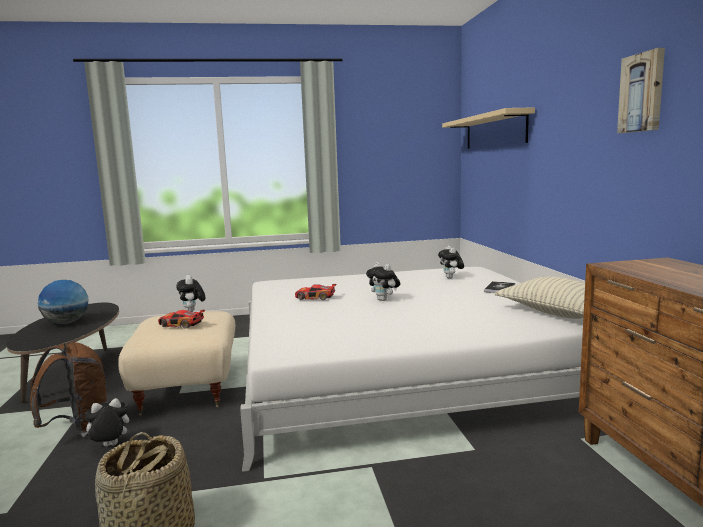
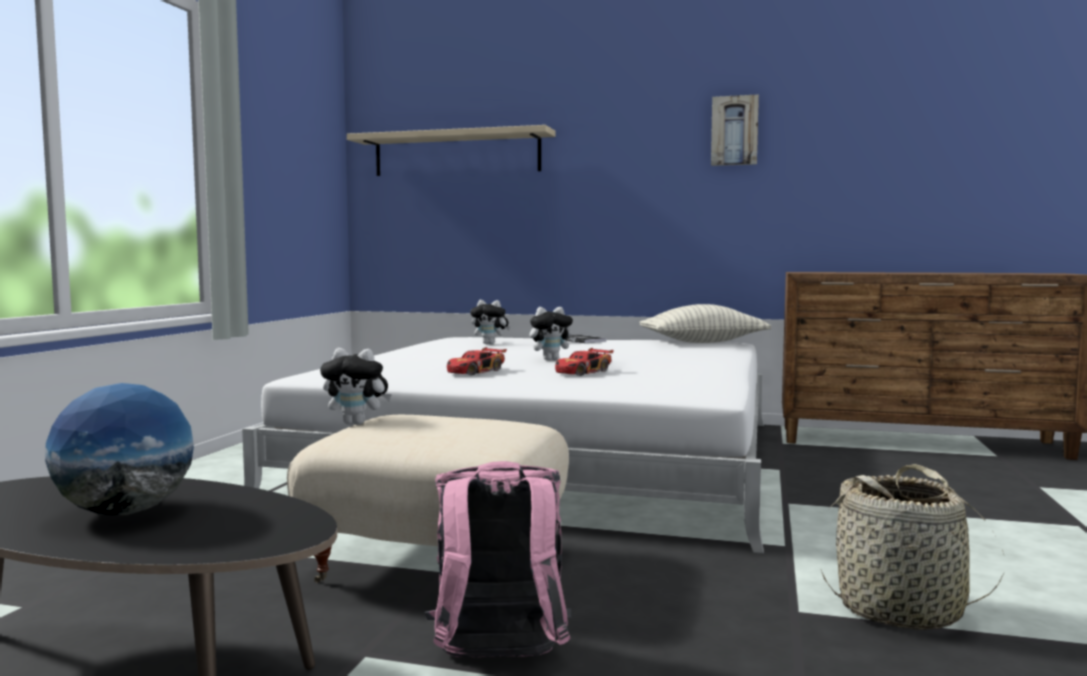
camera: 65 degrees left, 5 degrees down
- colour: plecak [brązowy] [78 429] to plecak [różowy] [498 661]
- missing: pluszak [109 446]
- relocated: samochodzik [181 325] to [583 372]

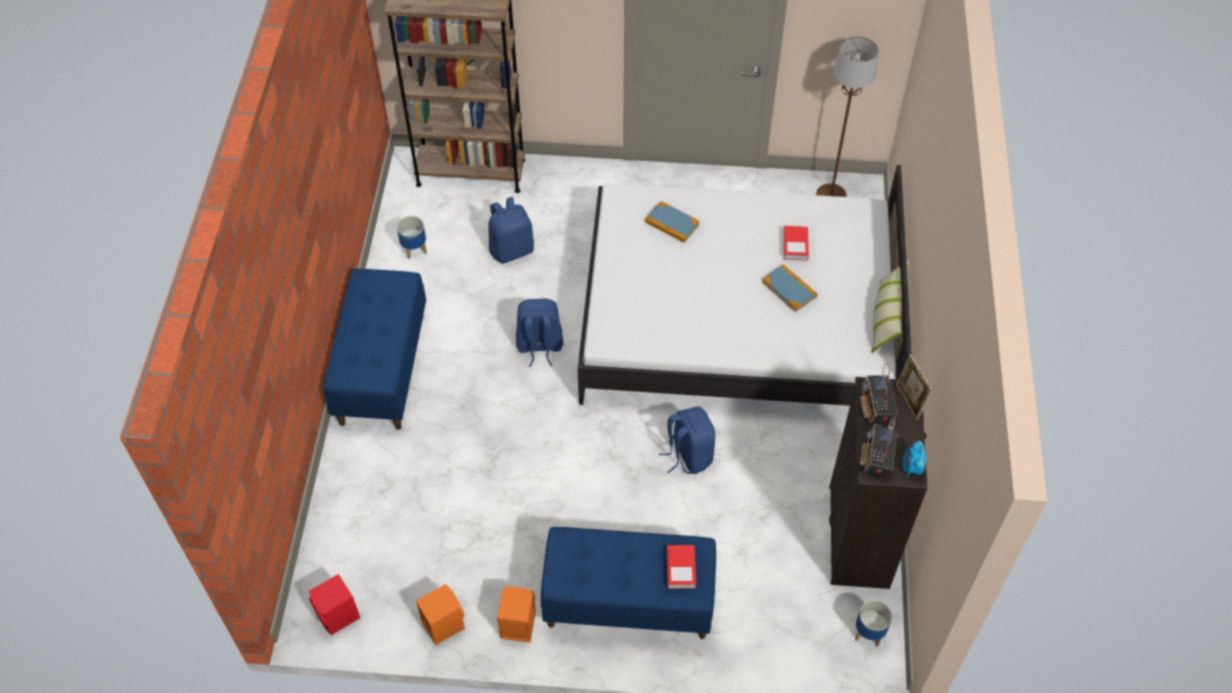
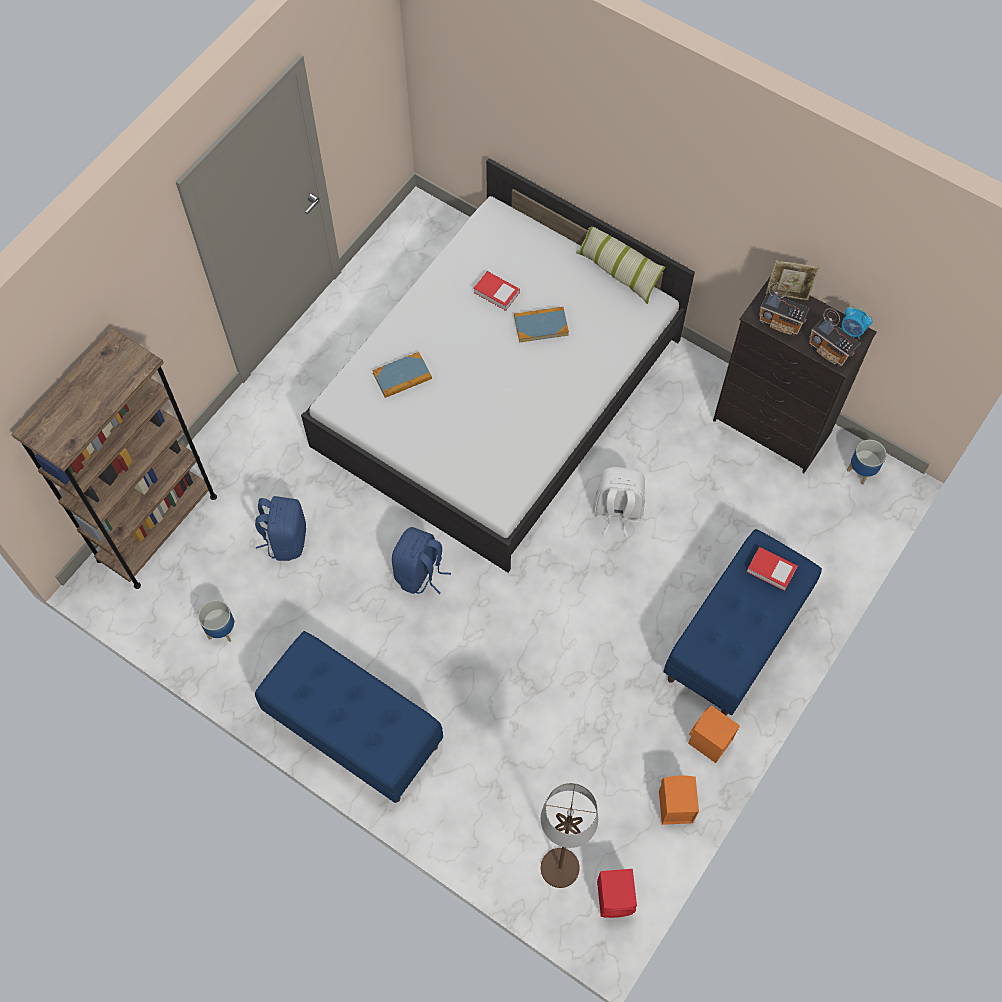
camera: 60 degrees left, 10 degrees up
- colour: plecak [niebieski] [688 455] to plecak [biały] [617 511]
- relocated: lampa stojąca [brązowy] [831 196] to [560 868]

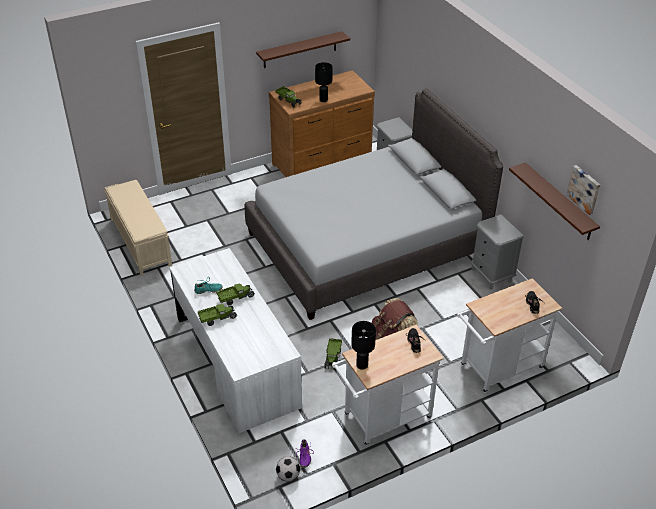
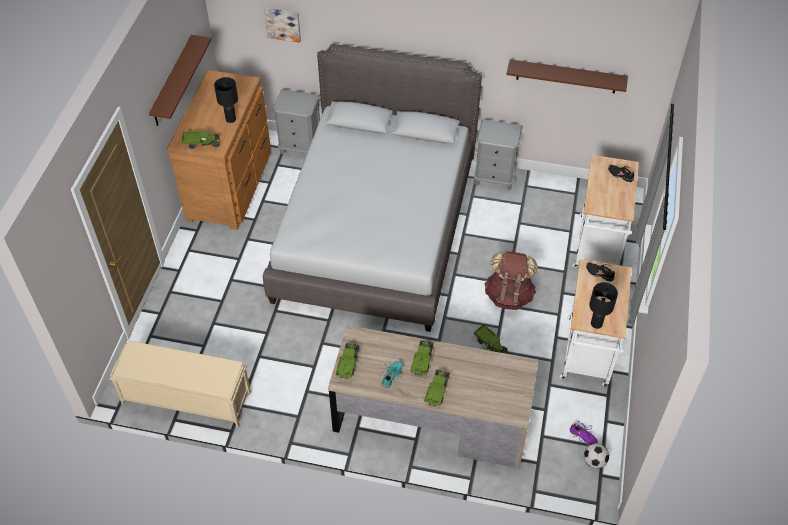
camera: 50 degrees left, 10 degrees up
- colour: biurko [biały] [236 361] to biurko [brązowy] [431 418]
- relocated: obraz [584 189] to [283 24]
- appeared: ciężarówka zabawkowa [348 364]

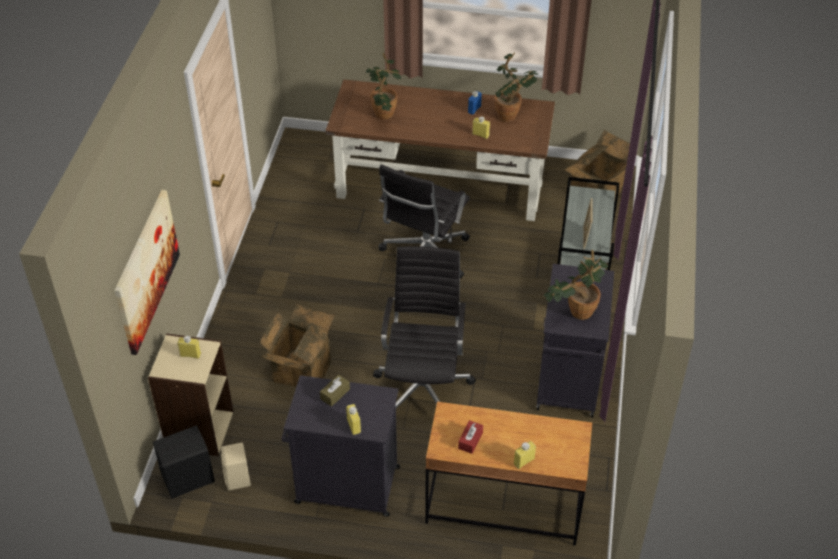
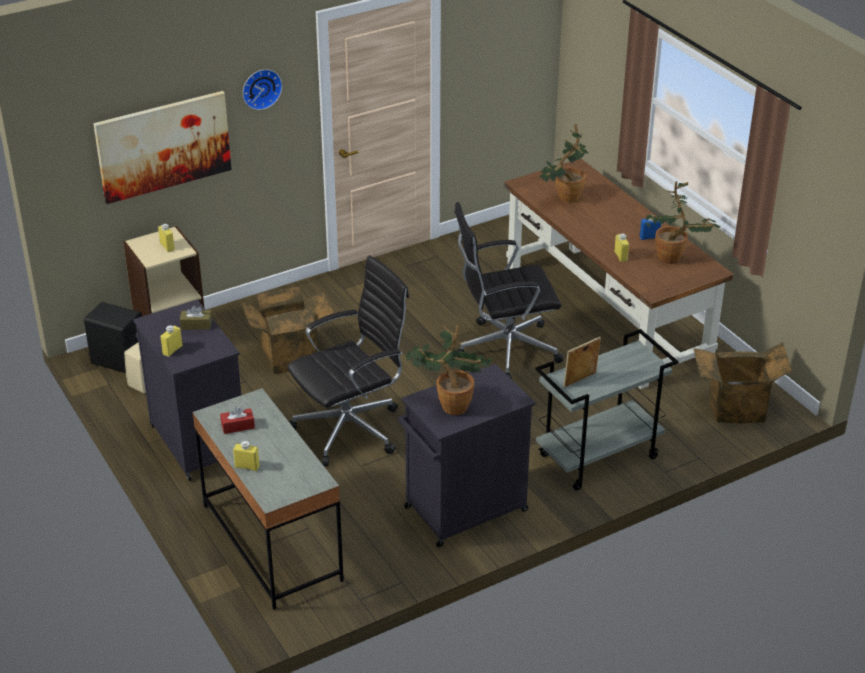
camera: 50 degrees right, 10 degrees down
- colour: biurko [brązowy] [503 506] to biurko [szary] [271 542]
- appeared: zegar ścienny [260 88]

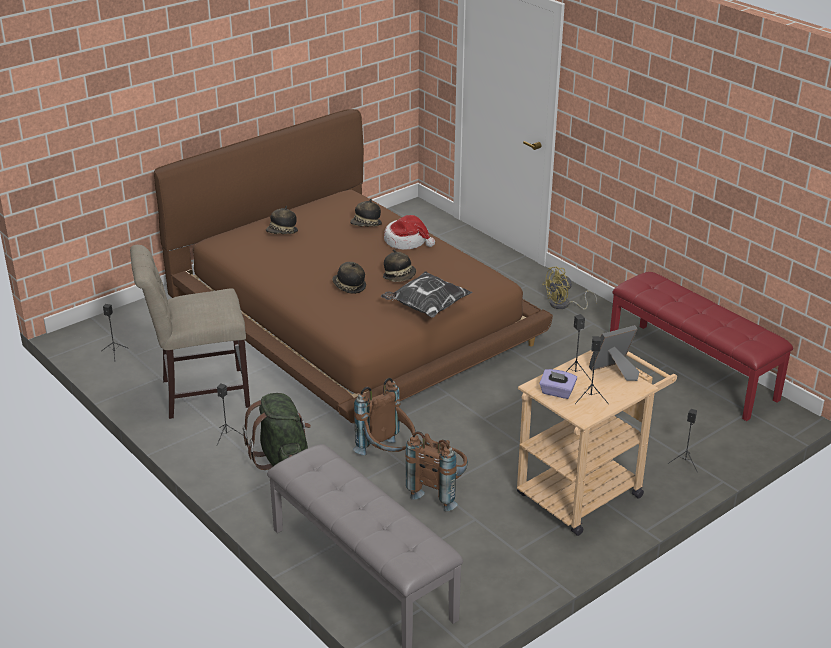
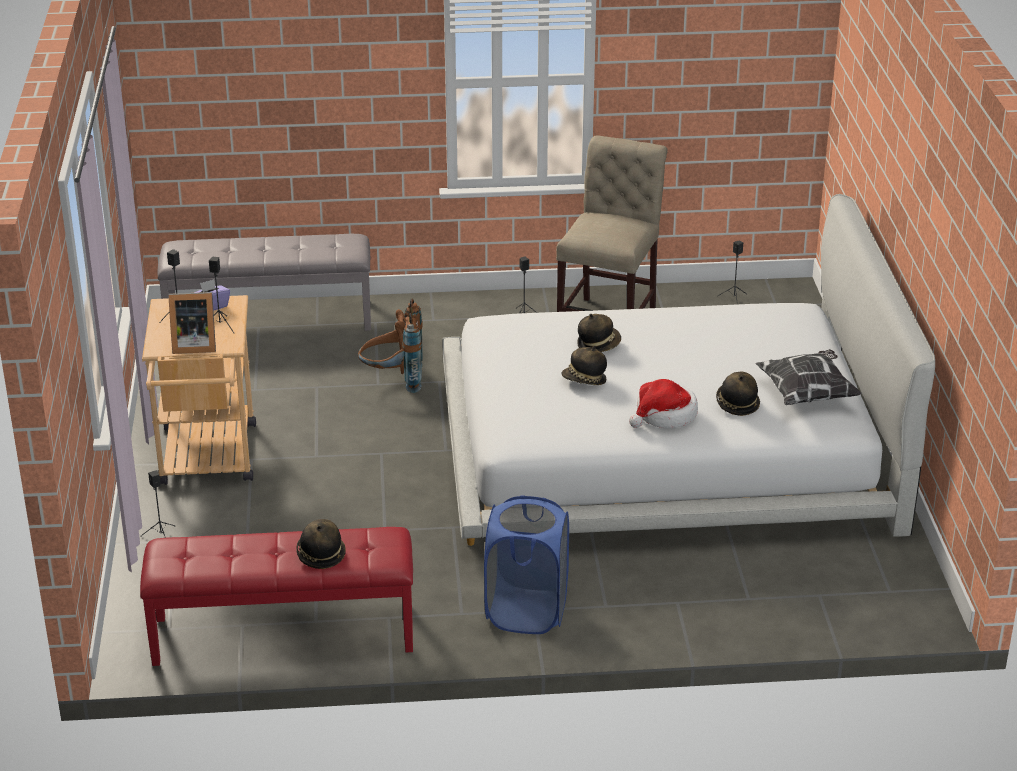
camera: 125 degrees right, 0 degrees up
- colour: łóżko [brązowy] [351 316] to łóżko [biały] [666 448]
- missing: plecak [zielony] [282 459]
- relocated: kapelusz [282 233] to [320 554]
- relocated: poduszka [426 307] to [807 394]
- missing: plecak [brązowy] [439 491]
- exchanged: wentylator [żółty] [564 305] to kosz na pranie [niebieski] [526 612]
- spun: ramka na zdjęcie [614 371] = [193 345] 75 degrees clockwise

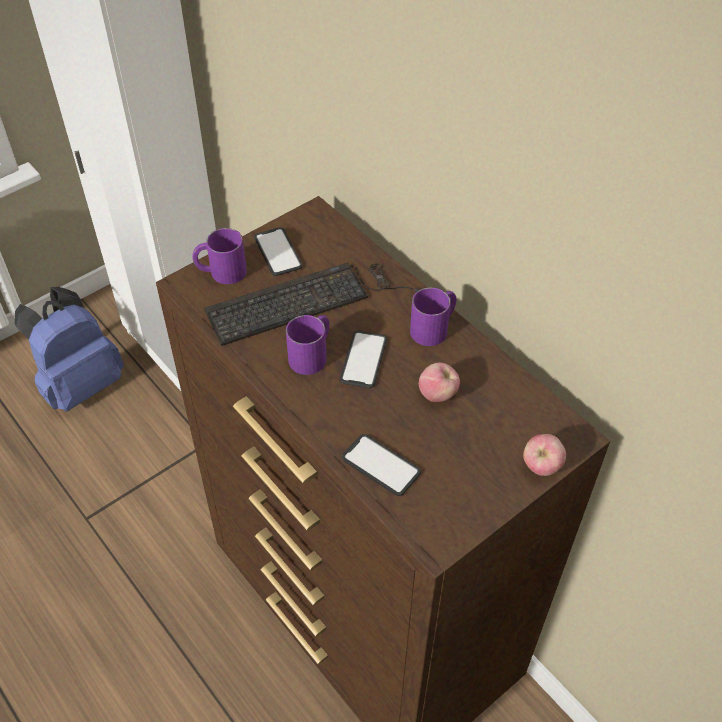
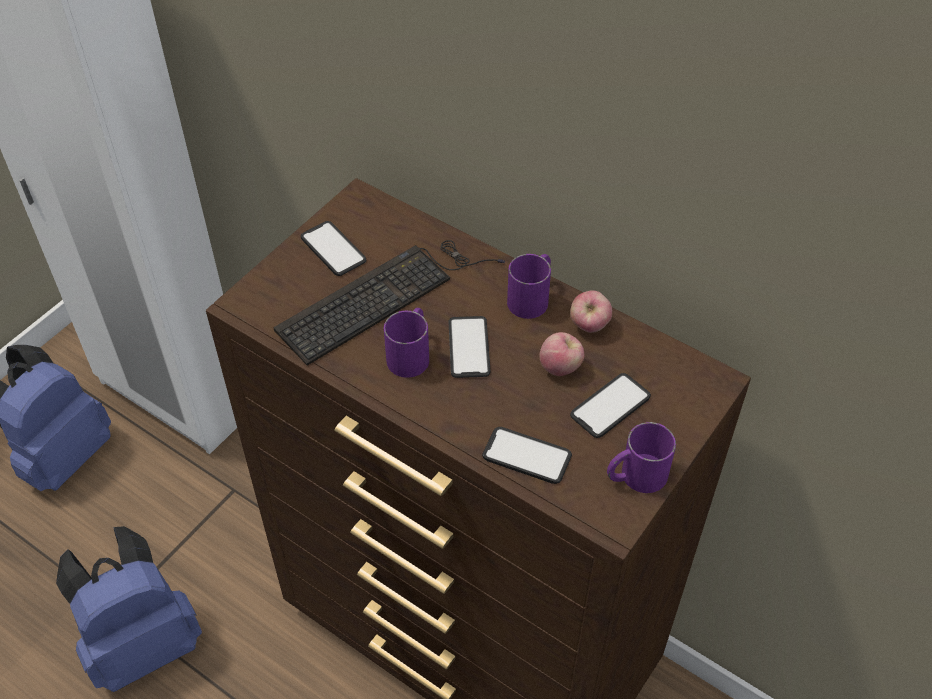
camera: 15 degrees left, 0 degrees up
- relocated: kubek [fioletowy] [221 272] to [635 476]
- relocated: jabłko [541 466] to [589 325]
- appeared: plecak [niebieski] [143 643]
- appeared: telefon [610 406]

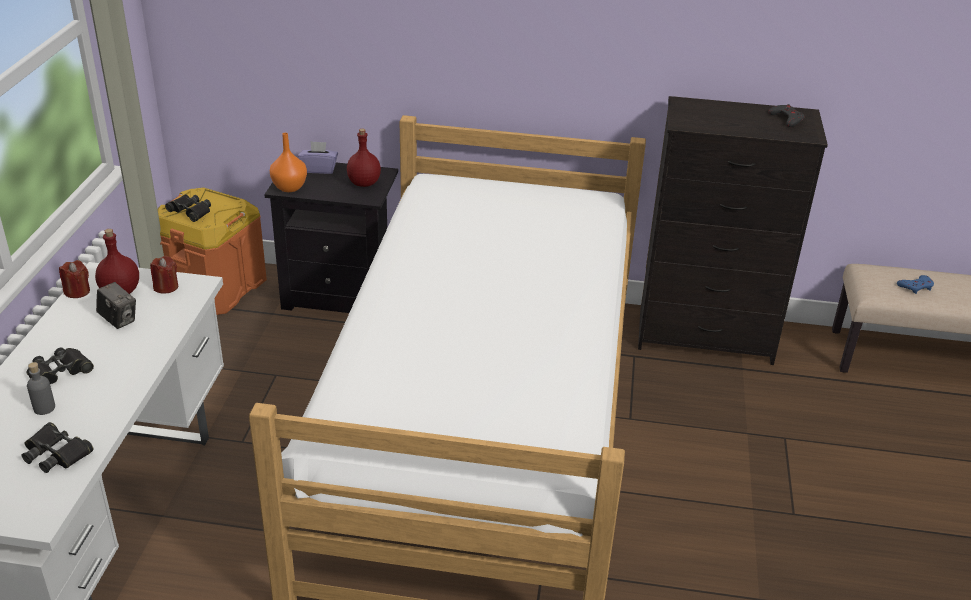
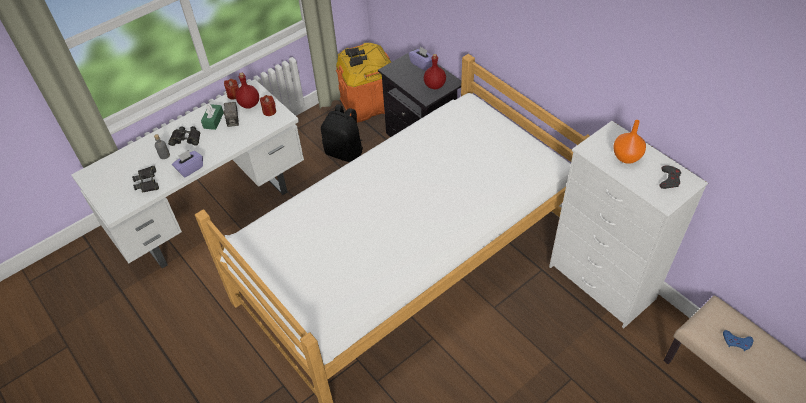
camera: 45 degrees right, 15 degrees up
- relocated: wazon [pomarańczowy] [290 187] to [627 157]
- colour: komoda [czarny] [706 337] to komoda [biały] [601 283]
- appeared: pudełko chusteczek [fioletowy] [190 168]
- appeared: pudełko chusteczek [zielony] [213 120]
- appeared: plecak [czarny] [345 152]

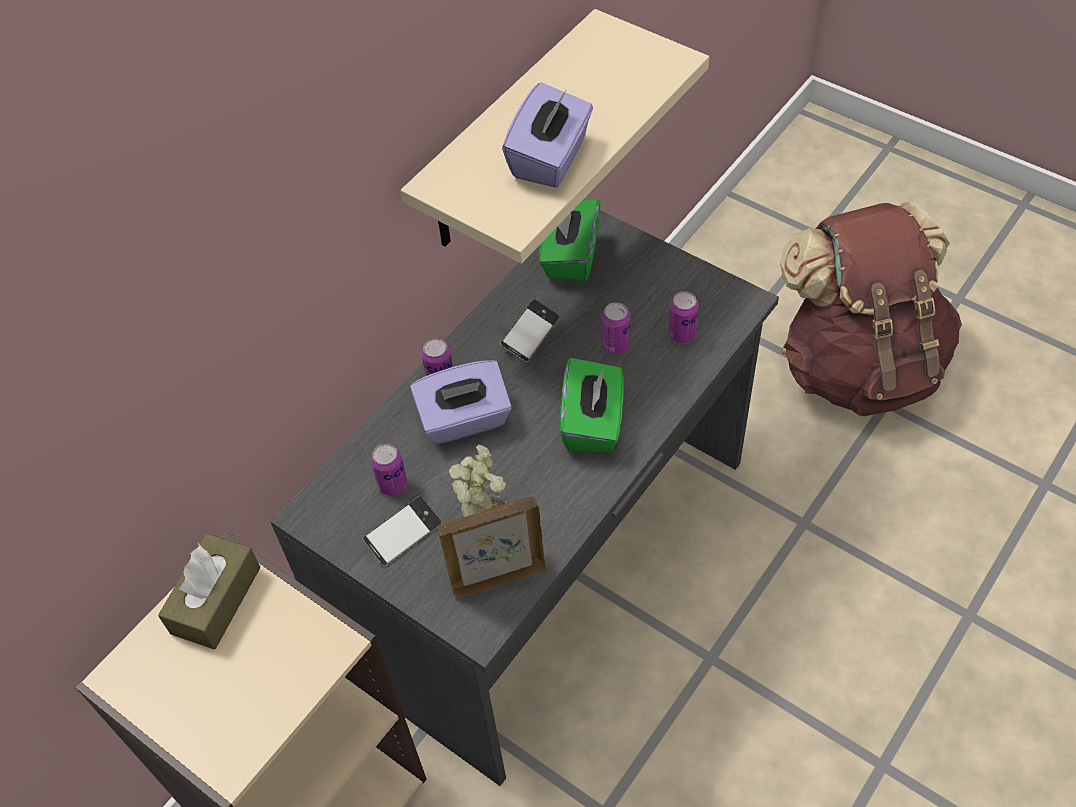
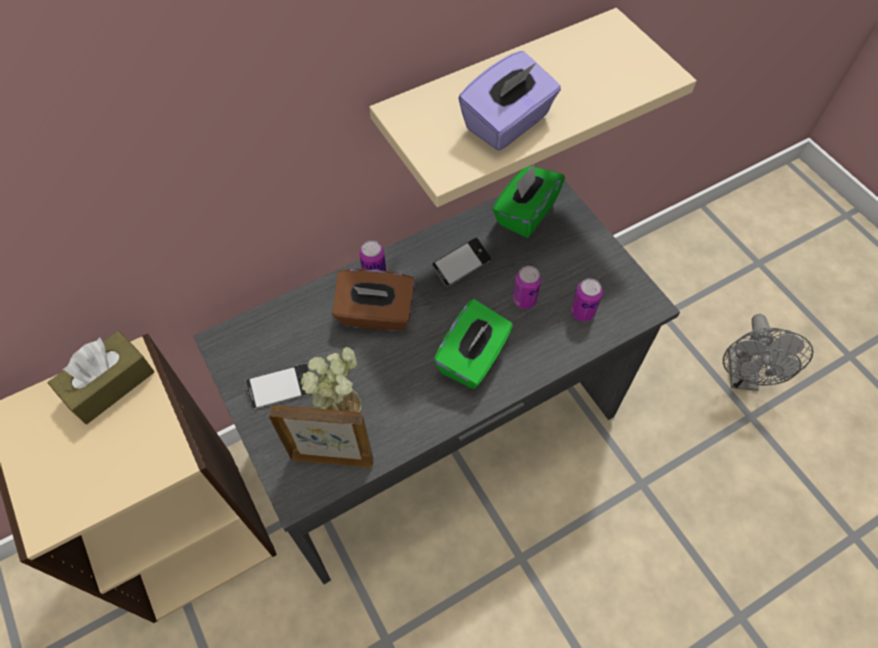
camera: 20 degrees right, 5 degrees up
- missing: puszka [393 484]
- colour: pudełko chusteczek [fioletowy] [465 420] to pudełko chusteczek [brązowy] [375 314]
- exchanged: plecak [brązowy] [859 365] to wentylator [szary] [743 377]

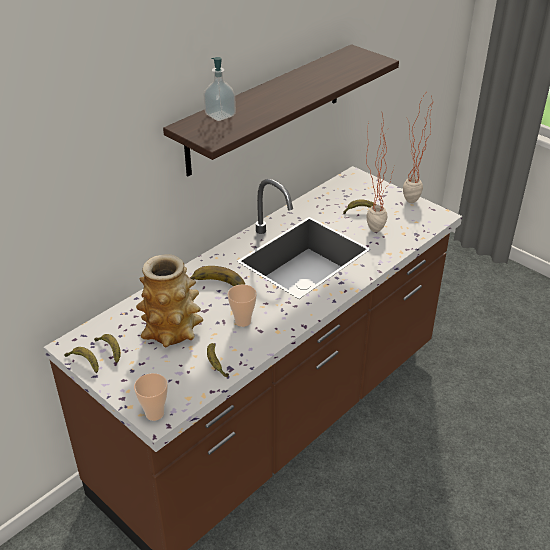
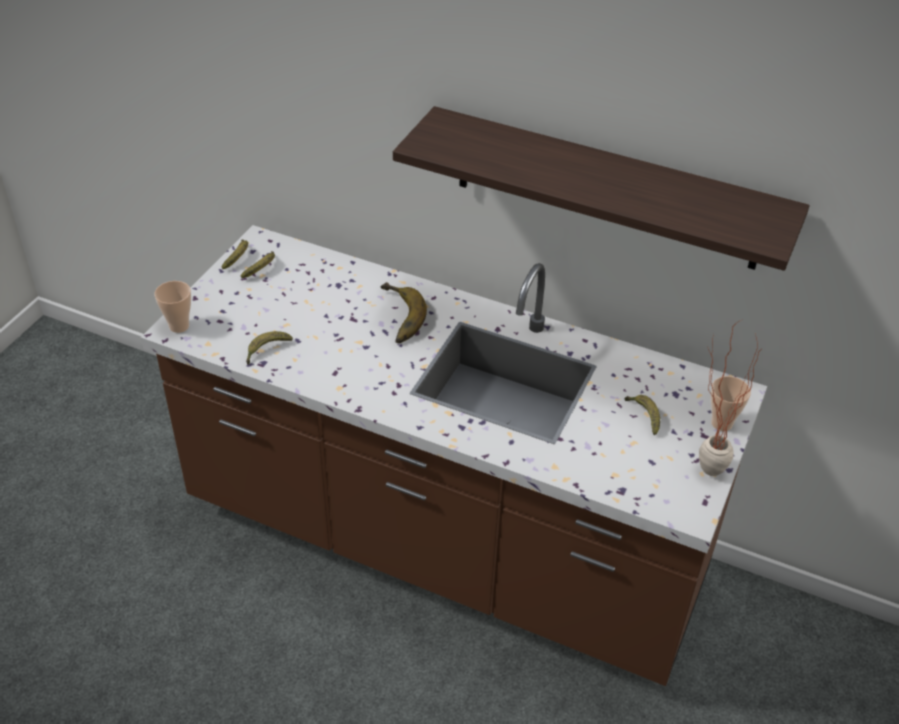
camera: 70 degrees right, 5 degrees up
- missing: wazon [172 330]
- missing: dozownik mydła [220 115]
- relocated: filiżanka [243 321] to [721 423]
- missing: roślina doniczkowa [373 226]

